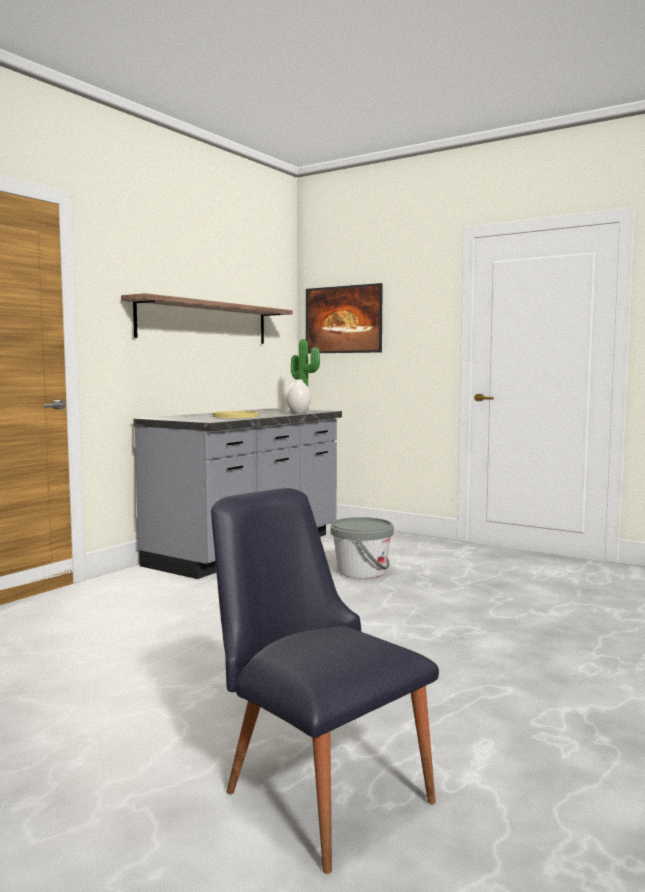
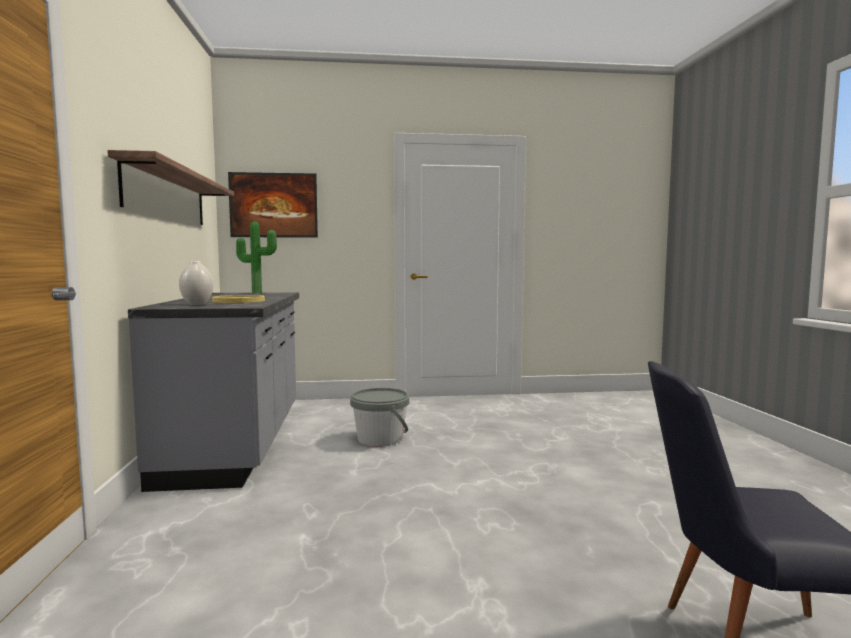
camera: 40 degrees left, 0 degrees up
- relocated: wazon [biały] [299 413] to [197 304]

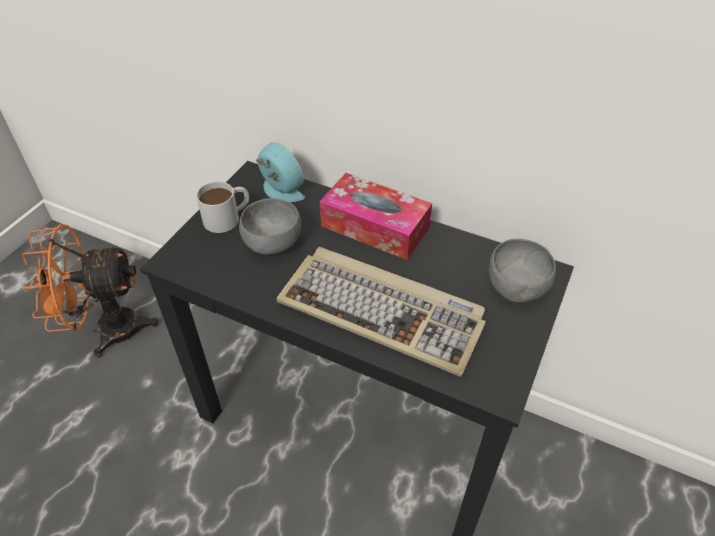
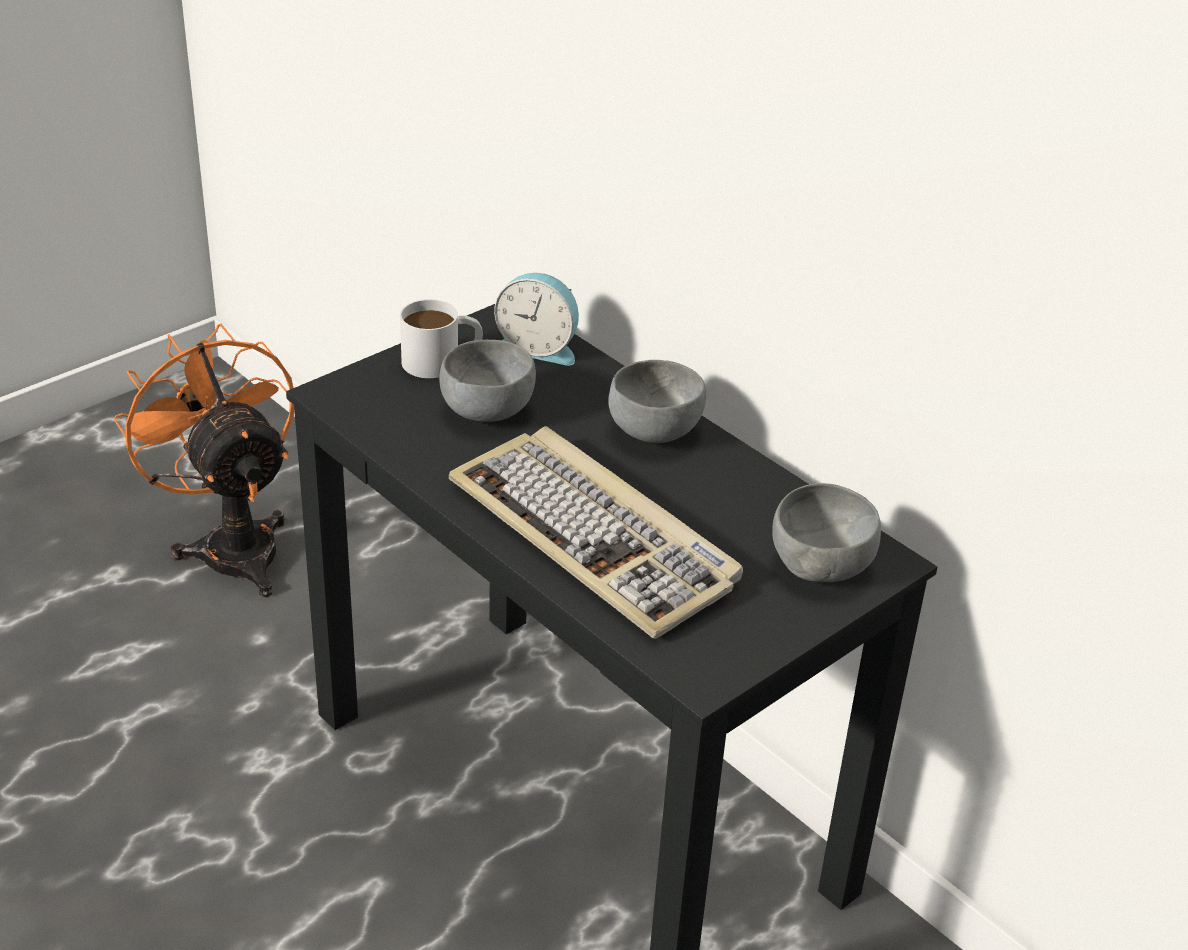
camera: 20 degrees right, 10 degrees down
- spun: wentylator [pomarańczowy] [107 330] = [232 544] 45 degrees clockwise
- spun: budzik [280 191] = [539 347] 135 degrees clockwise
- exchanged: pudełko chusteczek [375 227] to miska [szary] [654 431]

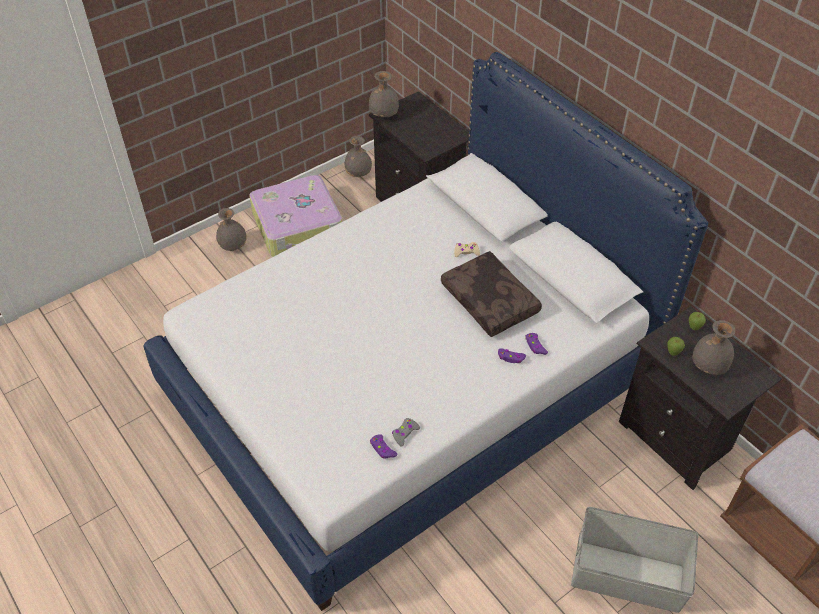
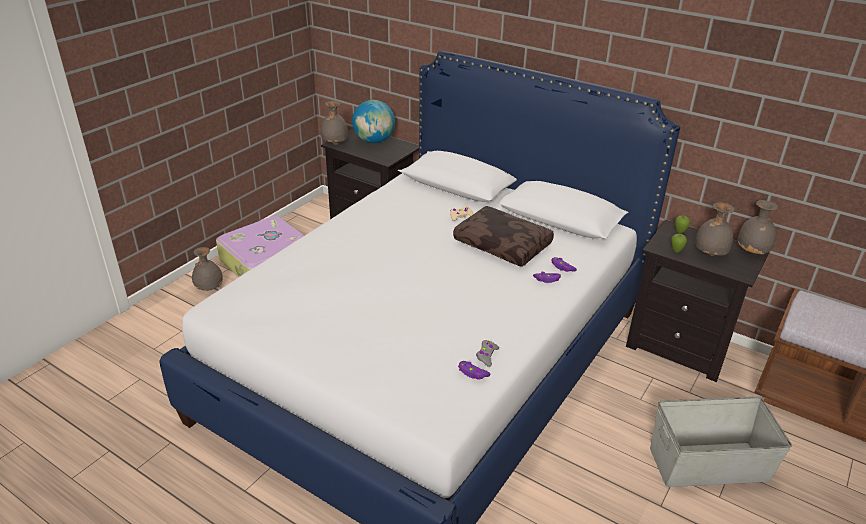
camera: 20 degrees left, 15 degrees down
- relocated: wazon [szary] [358 174] to [752 252]
- appeared: globus [374 141]

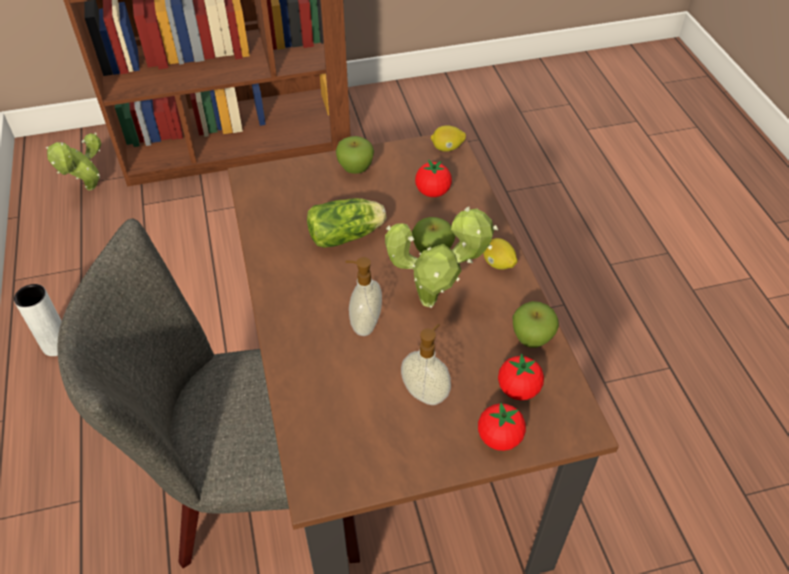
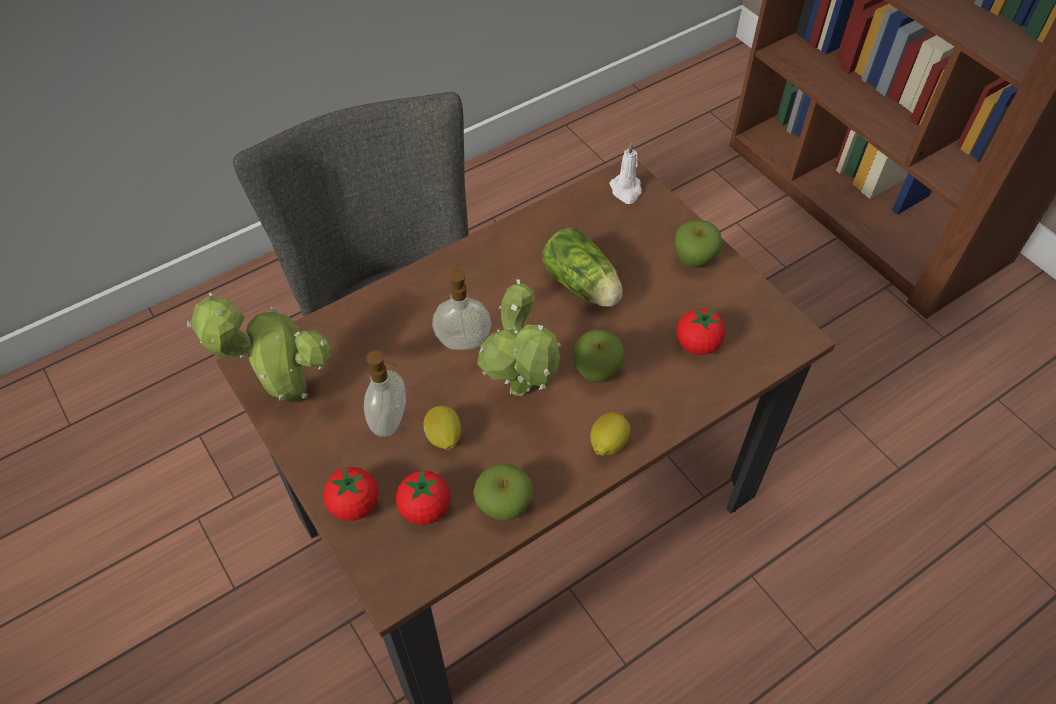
camera: 70 degrees right, 5 degrees up
- missing: wazon [szary] [56 345]
- relocated: roślina doniczkowa [89 190] to [287 394]
- relocated: cytryna [447 148] to [443 437]
- appeared: świeca [biały] [626 190]

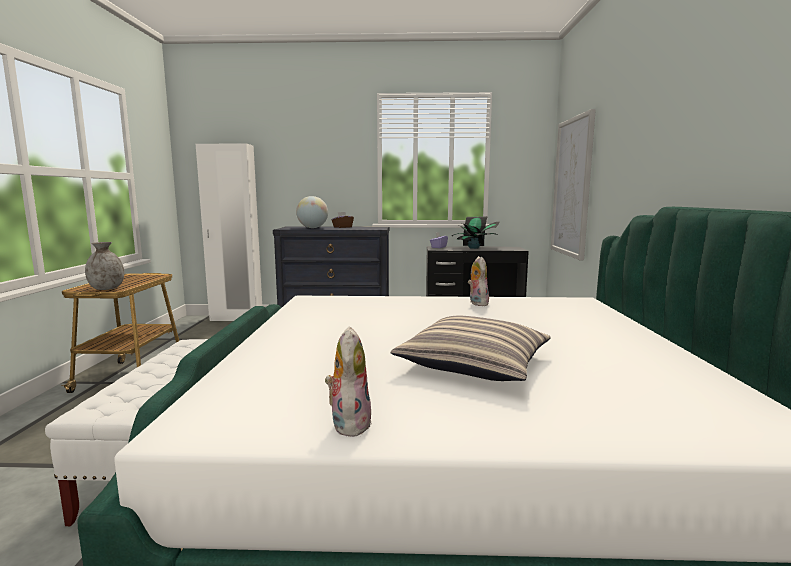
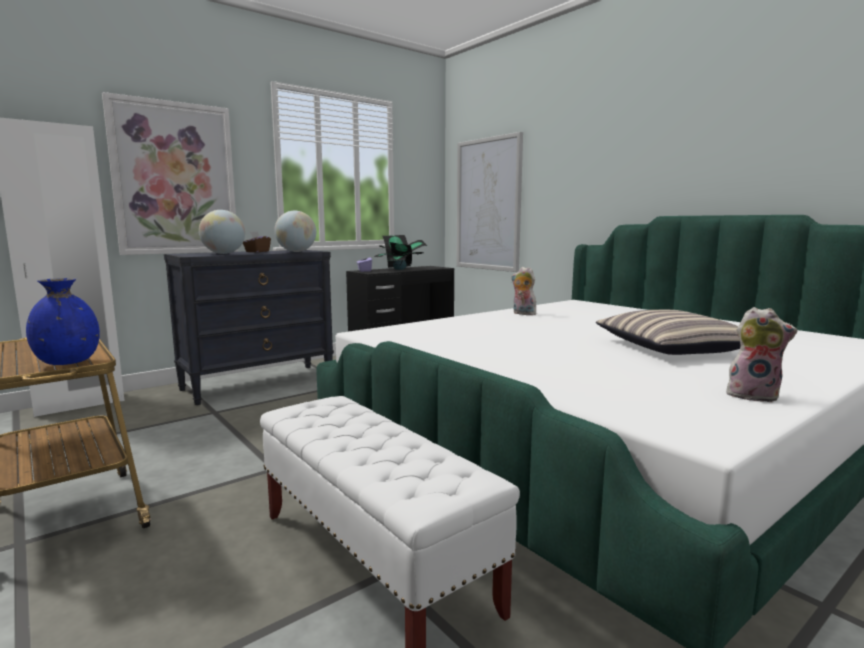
camera: 40 degrees left, 0 degrees up
- colour: wazon [szary] [107 288] to wazon [niebieski] [68 362]
- spun: pluszak [348 423] = [753 395] 150 degrees clockwise
- appeared: obraz [175 179]
- appeared: globus [296 251]

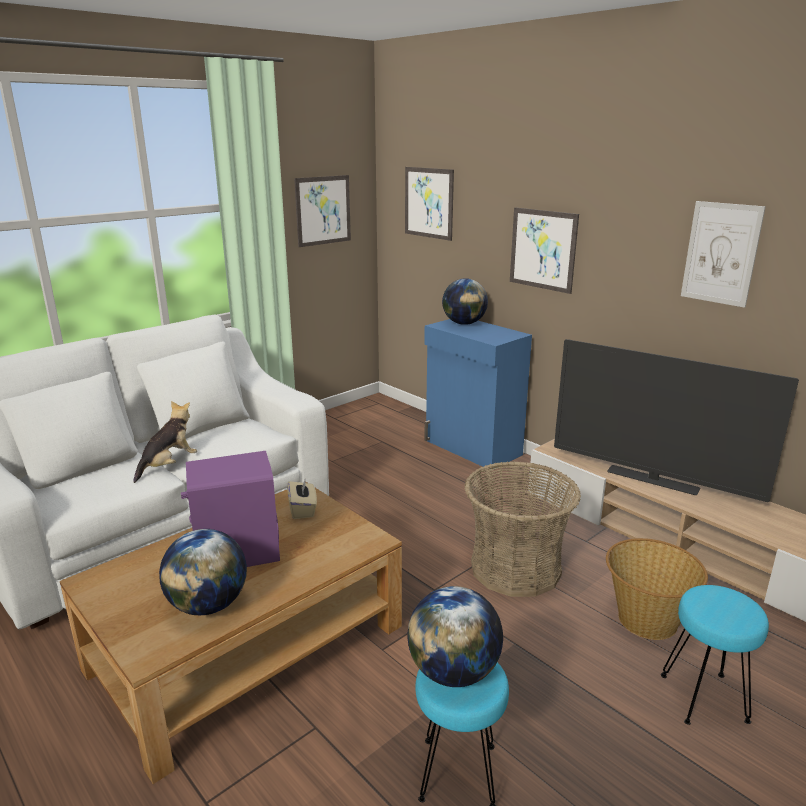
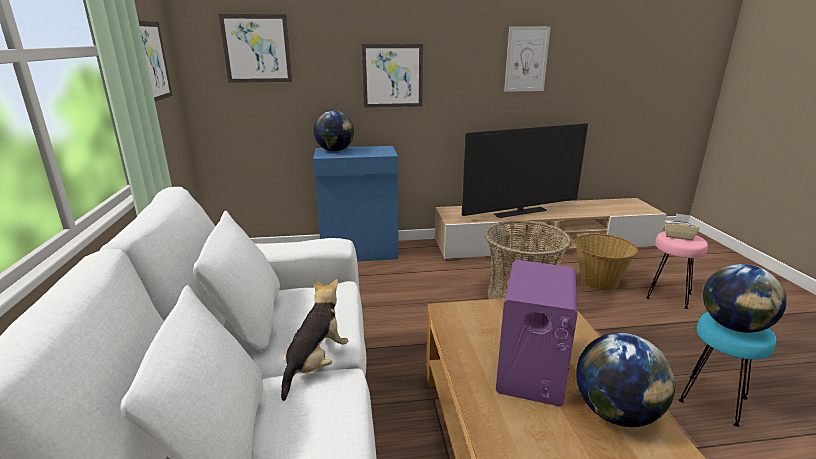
camera: 55 degrees left, 0 degrees up
- spun: pluszak [169 465] = [315 364] 45 degrees clockwise
- relocated: pudełko chusteczek [beżowy] [303 509] to [678 236]
- colour: stołek [turkusowy] [704 697] to stołek [różowy] [668 295]

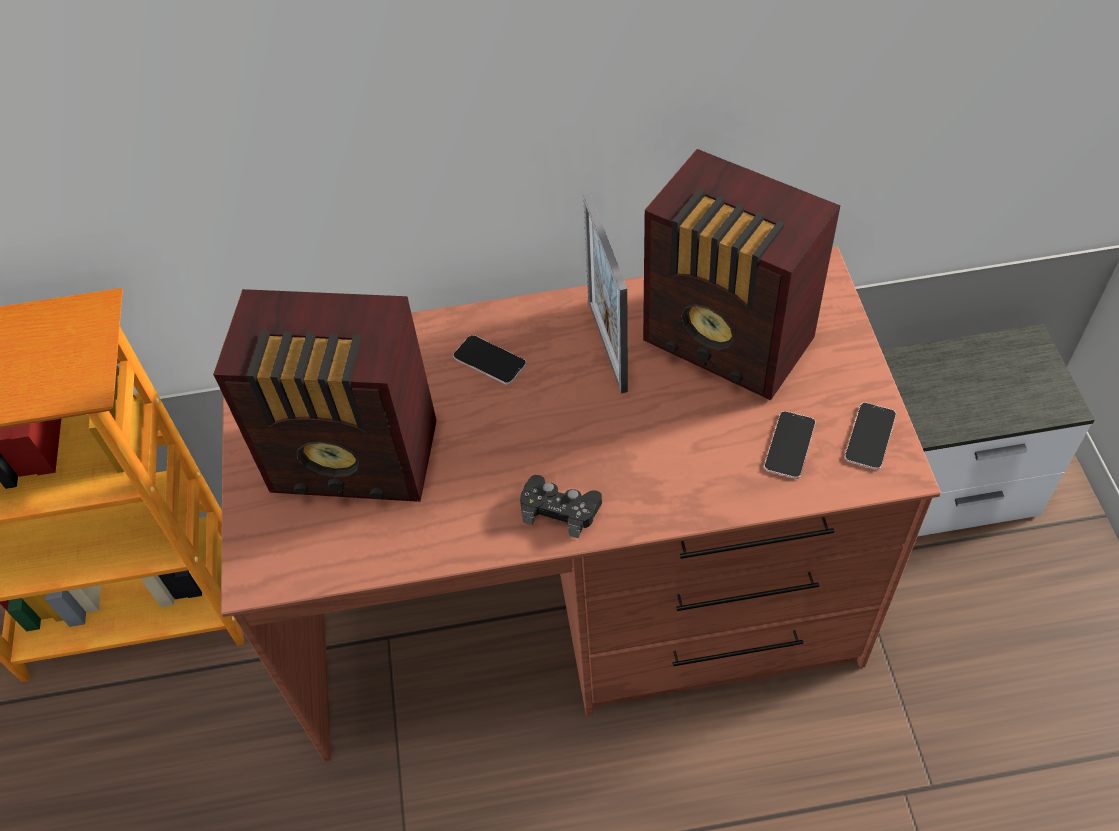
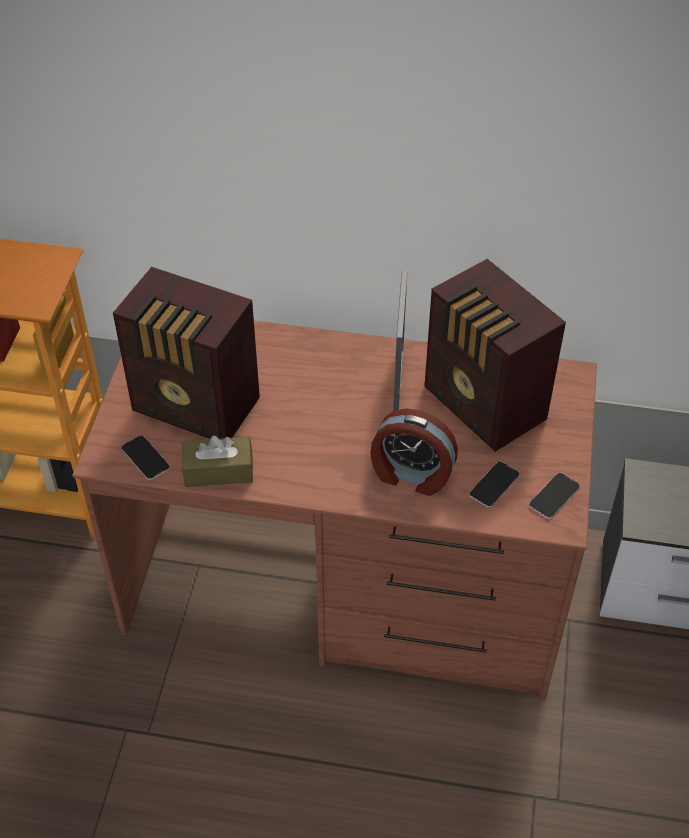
camera: 15 degrees right, 5 degrees down
- relocated: telefon [489 360] to [145 458]
- missing: pad do gier [czarny] [560 509]
- appeared: pudełko chusteczek [brązowy] [218 471]
- appeared: budzik [411 475]

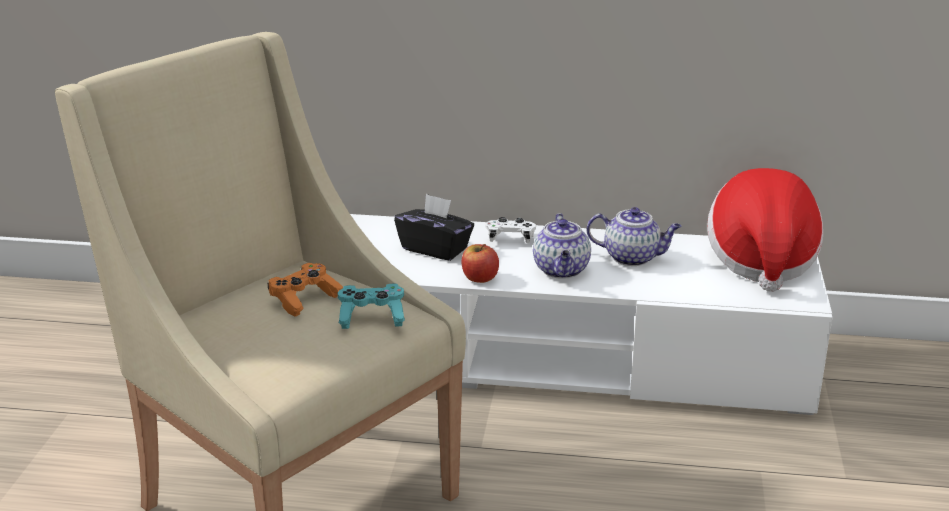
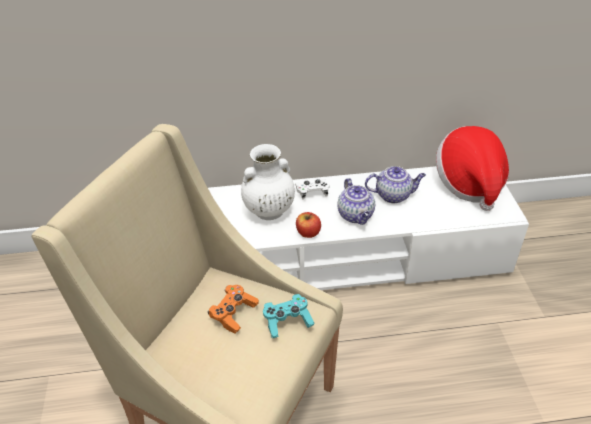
camera: 15 degrees left, 15 degrees up
- exchanged: pudełko chusteczek [czarny] [435 249] to wazon [biały] [268 211]

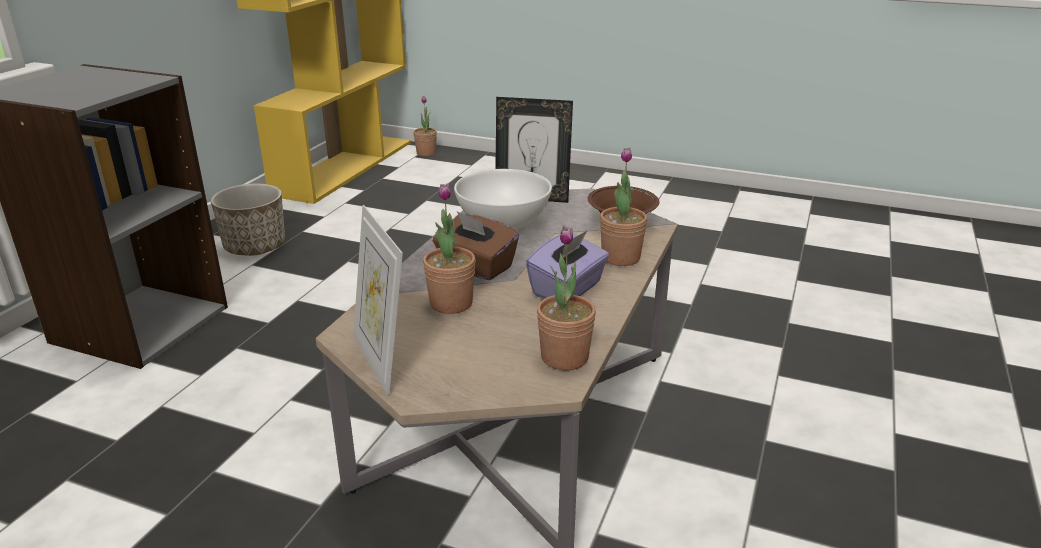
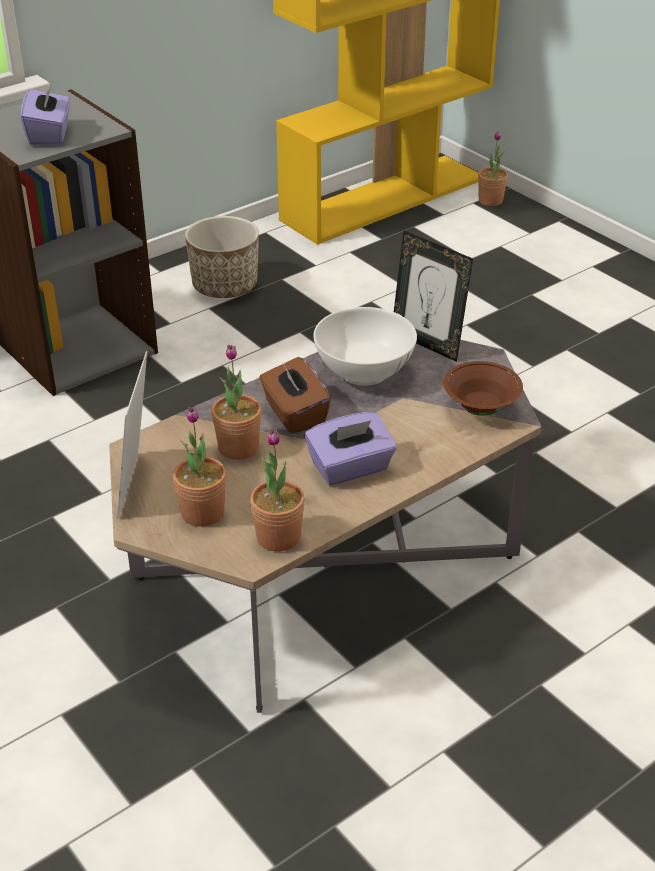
camera: 30 degrees right, 10 degrees up
- relocated: roślina doniczkowa [620 258] to [202 512]
- appeared: pudełko chusteczek [fioletowy] [50 135]

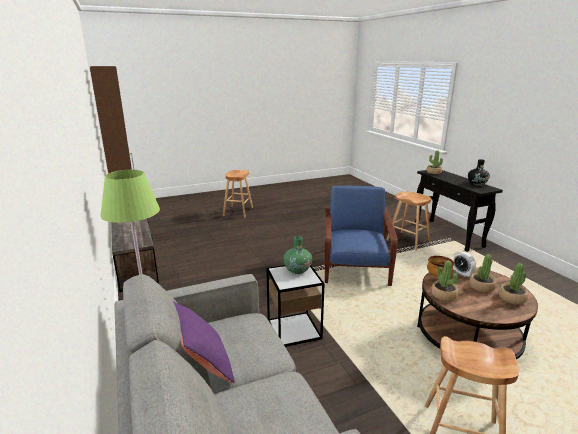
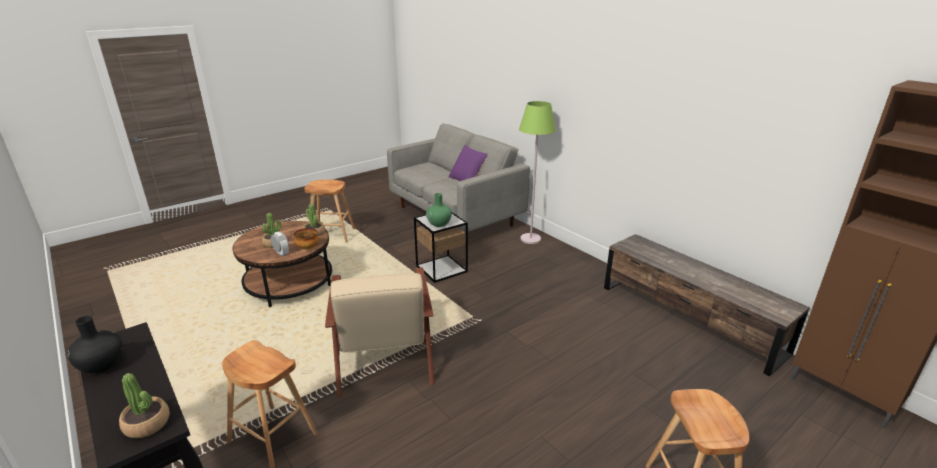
camera: 165 degrees right, 5 degrees up
- colour: fotel [niebieski] [355 266] to fotel [beżowy] [384 351]
- missing: roślina doniczkowa [511 298]

